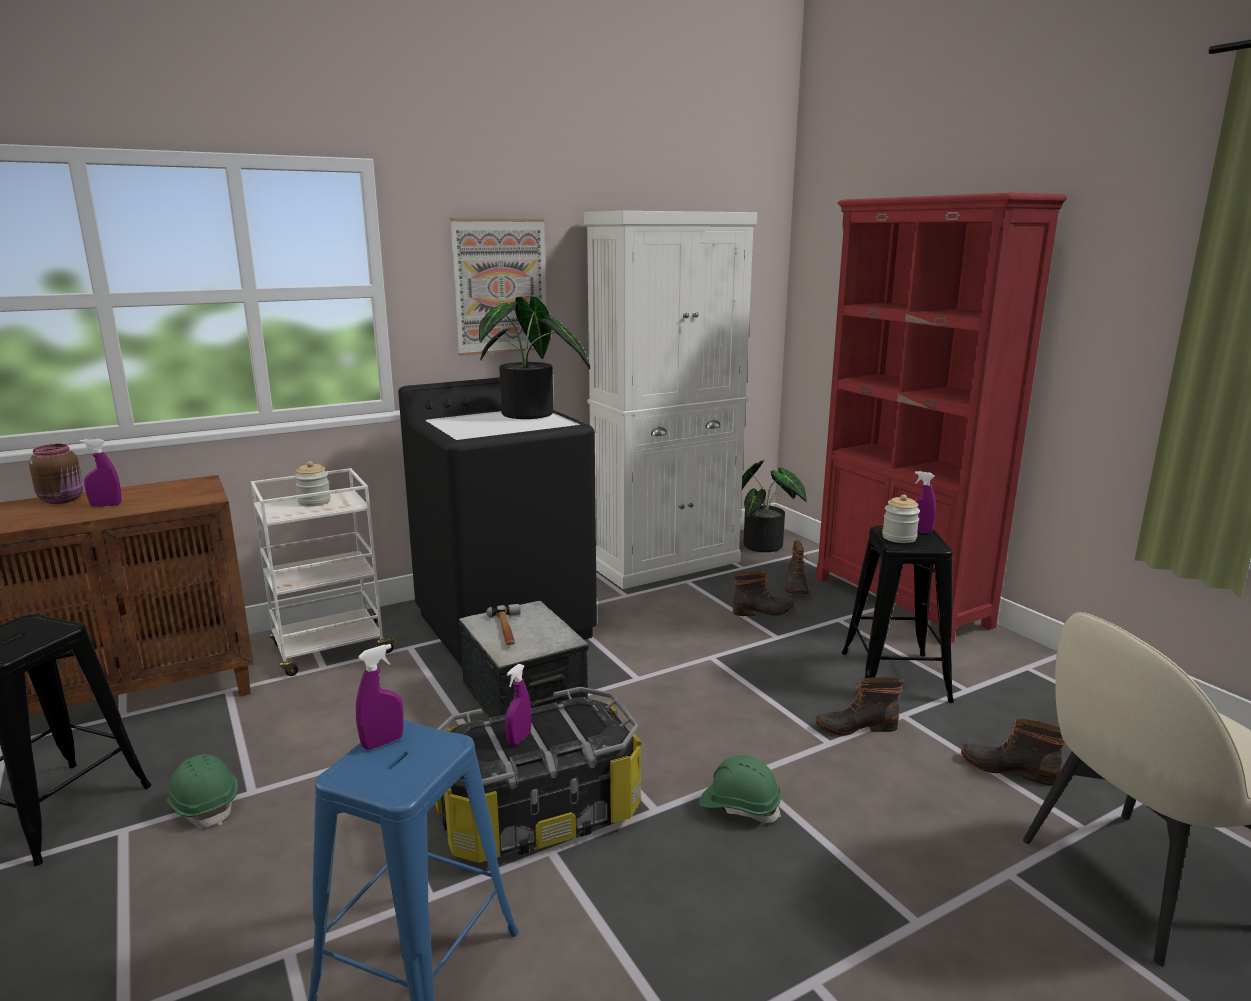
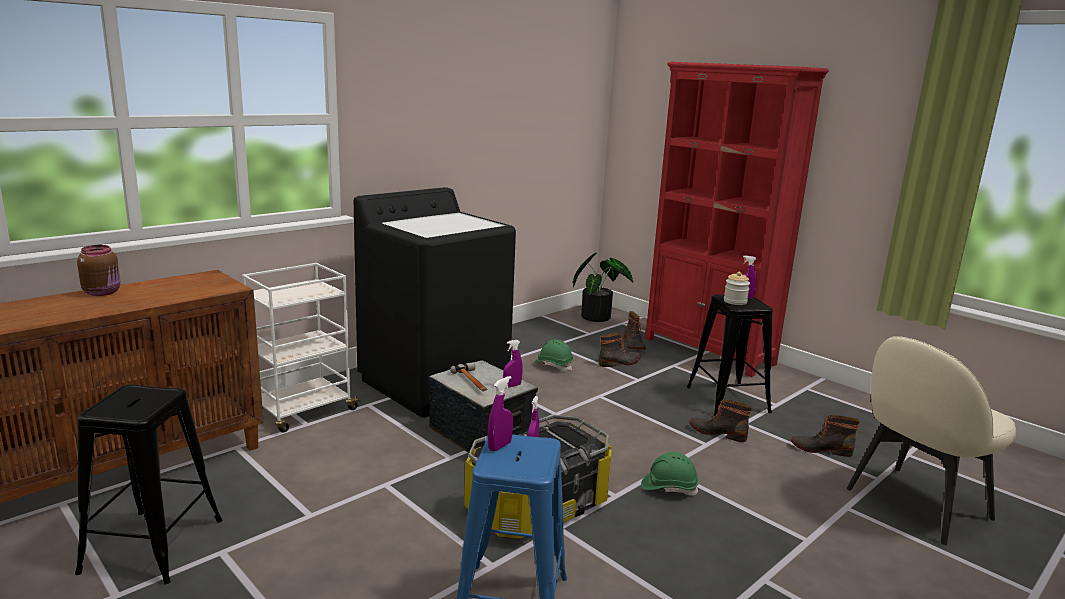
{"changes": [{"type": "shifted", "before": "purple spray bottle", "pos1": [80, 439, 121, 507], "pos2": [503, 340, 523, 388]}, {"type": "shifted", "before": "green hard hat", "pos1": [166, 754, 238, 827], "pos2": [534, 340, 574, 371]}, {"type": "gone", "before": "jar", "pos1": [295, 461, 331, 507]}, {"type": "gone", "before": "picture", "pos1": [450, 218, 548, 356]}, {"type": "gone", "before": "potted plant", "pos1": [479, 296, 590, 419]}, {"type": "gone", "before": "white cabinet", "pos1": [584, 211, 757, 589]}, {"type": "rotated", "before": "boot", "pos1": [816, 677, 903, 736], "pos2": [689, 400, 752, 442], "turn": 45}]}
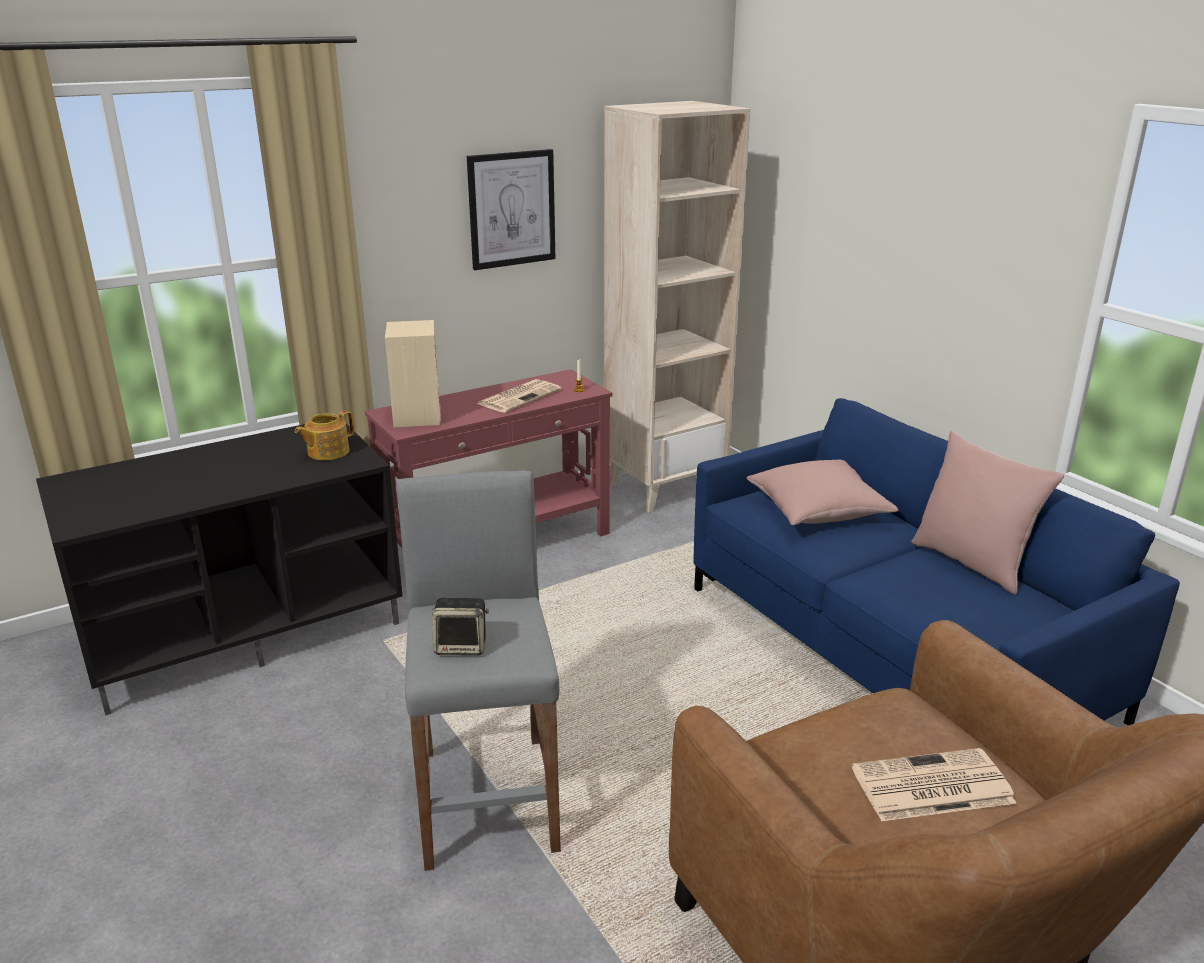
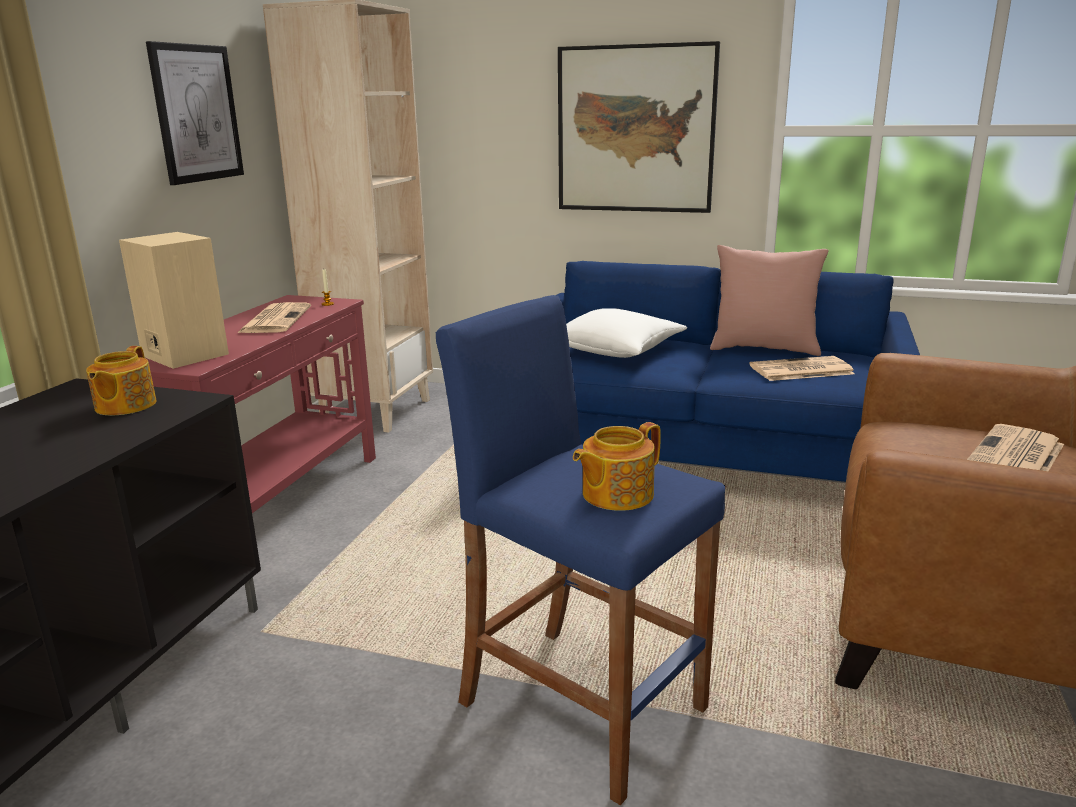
{"changes": [{"type": "repainted", "before": "grey stool", "after": "blue stool", "pos1": [396, 470, 561, 871], "pos2": [436, 295, 725, 805]}, {"type": "swapped", "before": "speaker", "after": "teapot", "pos1": [432, 598, 489, 655], "pos2": [573, 422, 661, 511]}, {"type": "repainted", "before": "pink pillow", "after": "white pillow", "pos1": [747, 460, 898, 525], "pos2": [566, 308, 687, 358]}, {"type": "new", "after": "picture", "pos2": [558, 41, 720, 213]}, {"type": "new", "after": "newspaper", "pos2": [750, 356, 855, 381]}]}
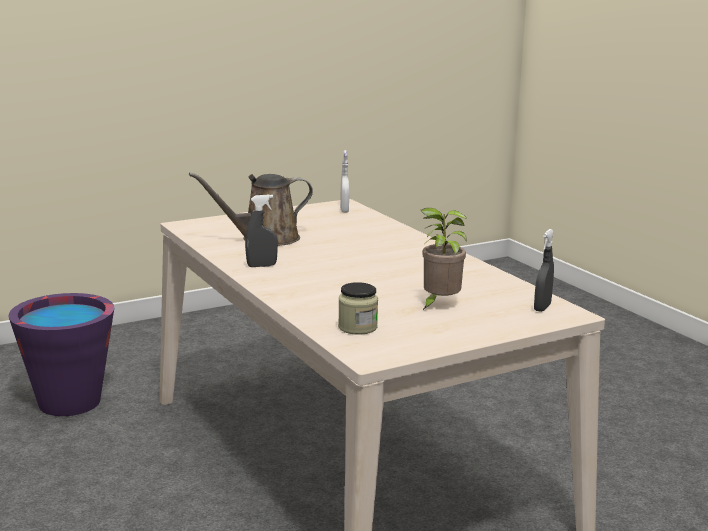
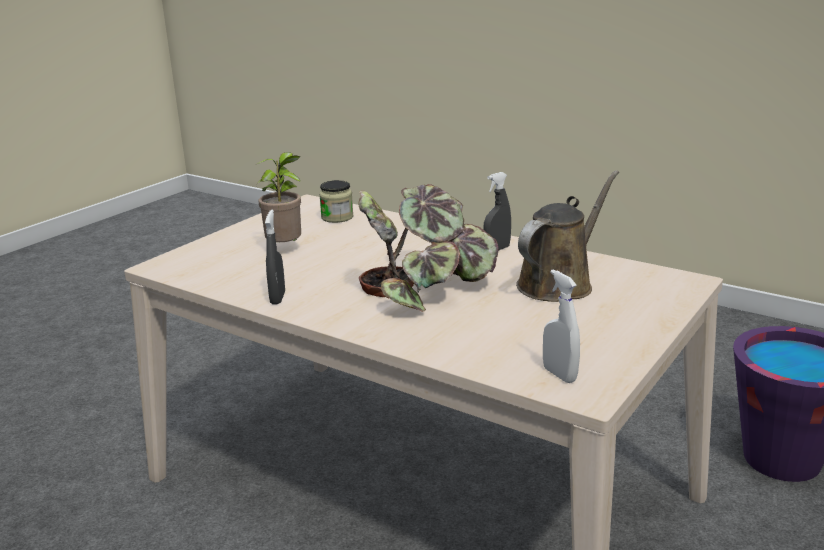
{"changes": [{"type": "shifted", "before": "grey spray bottle", "pos1": [534, 229, 554, 312], "pos2": [265, 210, 285, 305]}, {"type": "new", "after": "potted plant", "pos2": [358, 184, 499, 312]}]}
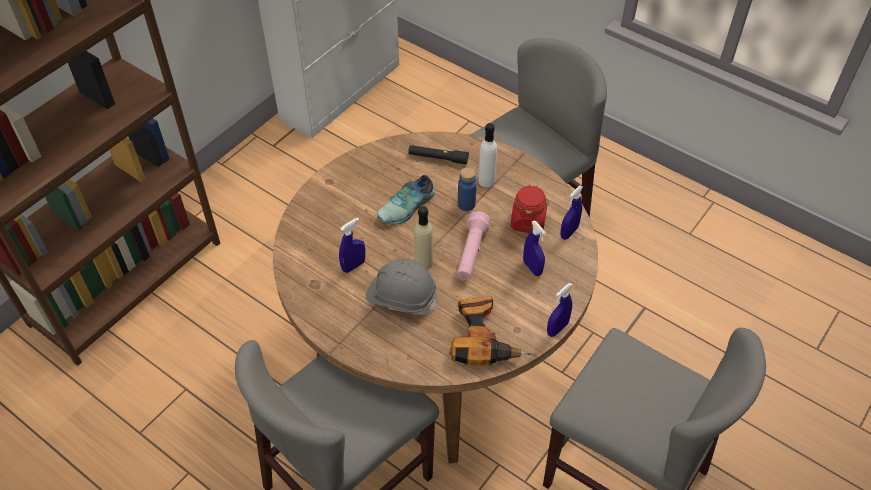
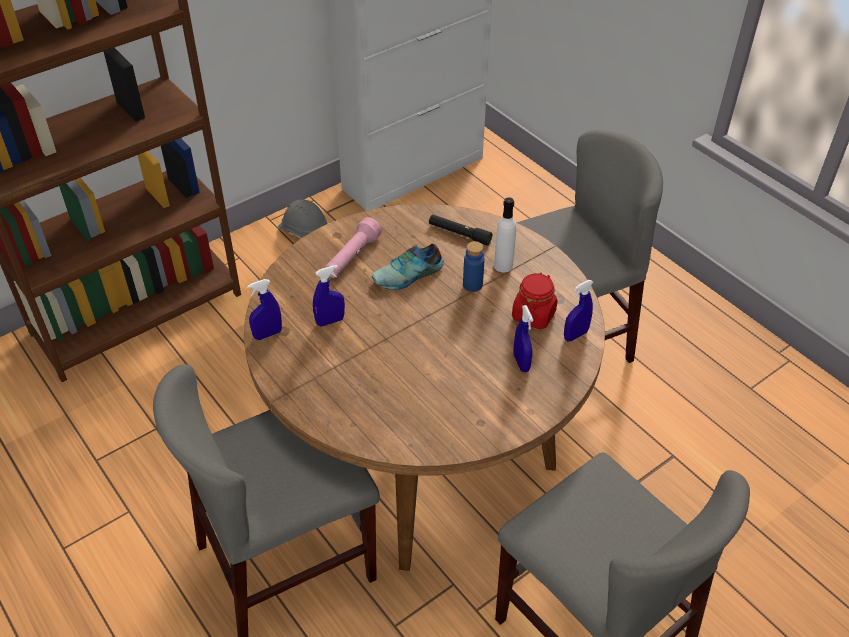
{"changes": [{"type": "shifted", "before": "grey hard hat", "pos1": [366, 259, 437, 315], "pos2": [278, 199, 327, 238]}, {"type": "gone", "before": "beige bottle", "pos1": [414, 206, 433, 270]}, {"type": "gone", "before": "power drill", "pos1": [450, 296, 537, 366]}, {"type": "shifted", "before": "pink flashlight", "pos1": [456, 211, 491, 280], "pos2": [324, 217, 382, 278]}, {"type": "shifted", "before": "blue spray bottle", "pos1": [547, 283, 572, 337], "pos2": [247, 279, 282, 340]}]}
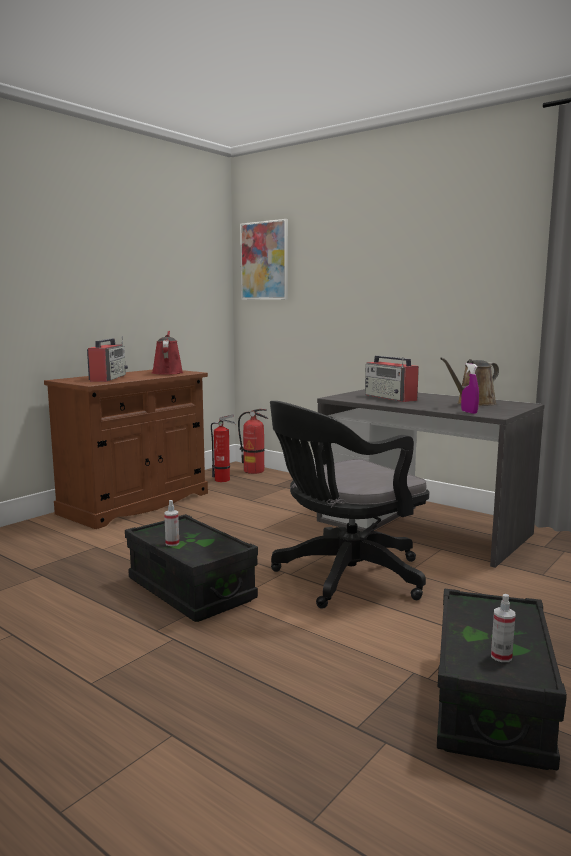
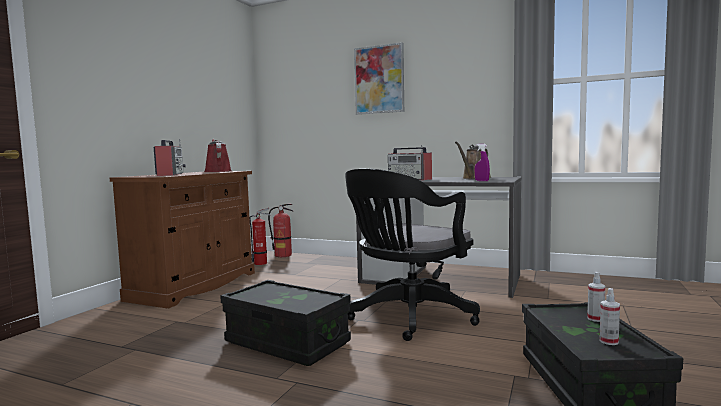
{"changes": [{"type": "shifted", "before": "spray bottle", "pos1": [164, 500, 179, 546], "pos2": [587, 272, 605, 322]}, {"type": "shifted", "before": "picture", "pos1": [240, 219, 288, 300], "pos2": [354, 42, 404, 115]}]}
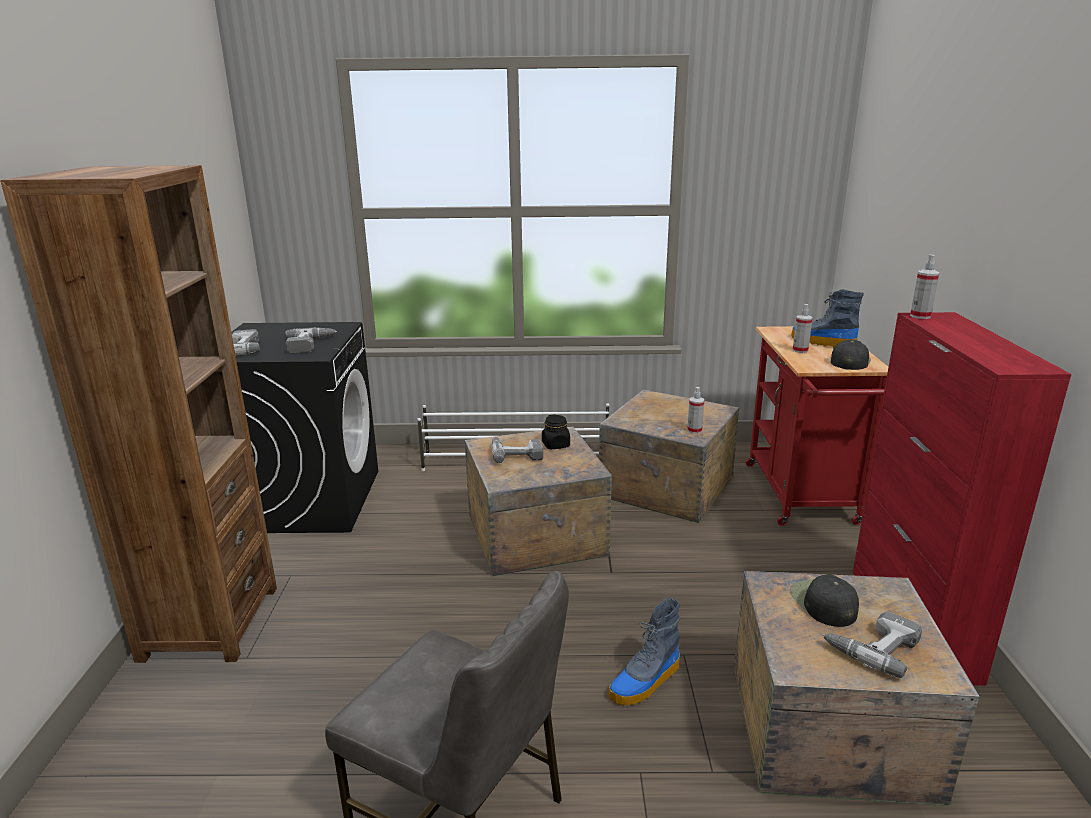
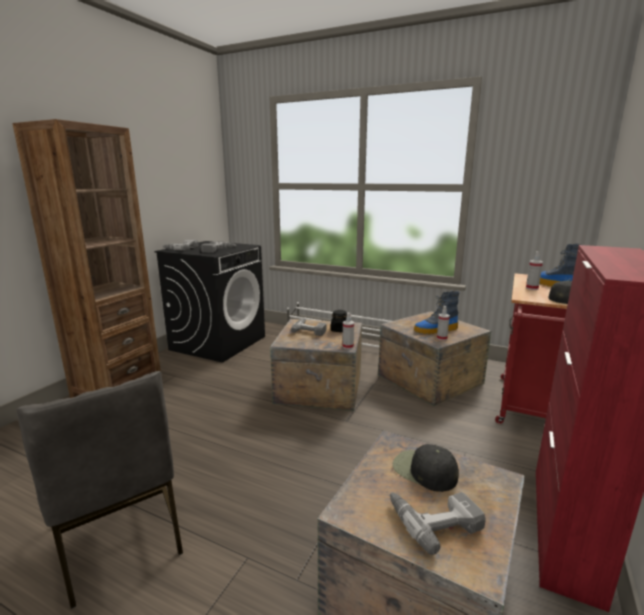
{"changes": [{"type": "shifted", "before": "boot", "pos1": [608, 598, 680, 706], "pos2": [414, 291, 460, 334]}, {"type": "rotated", "before": "black cap", "pos1": [790, 574, 859, 627], "pos2": [393, 444, 459, 492], "turn": -60}, {"type": "shifted", "before": "spray bottle", "pos1": [910, 255, 940, 319], "pos2": [342, 313, 354, 349]}]}
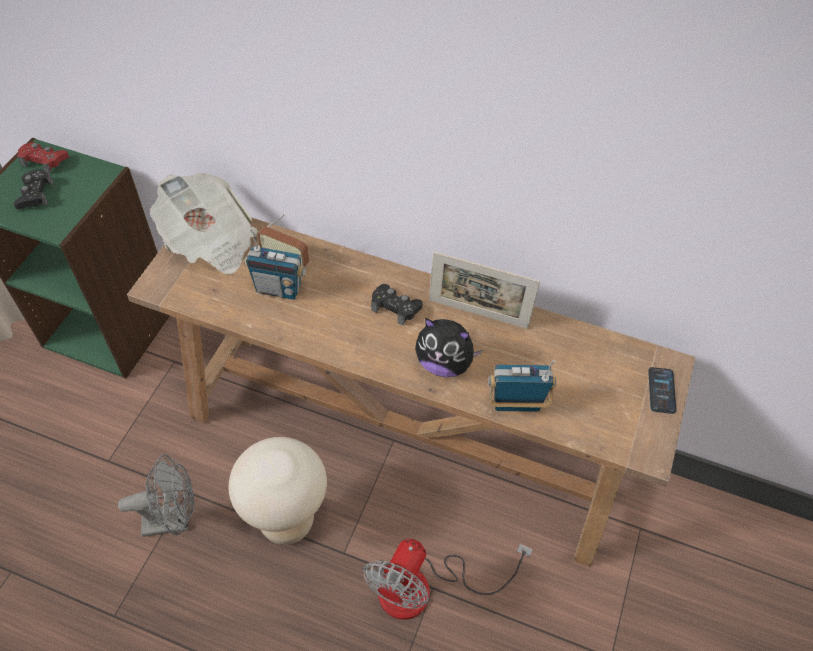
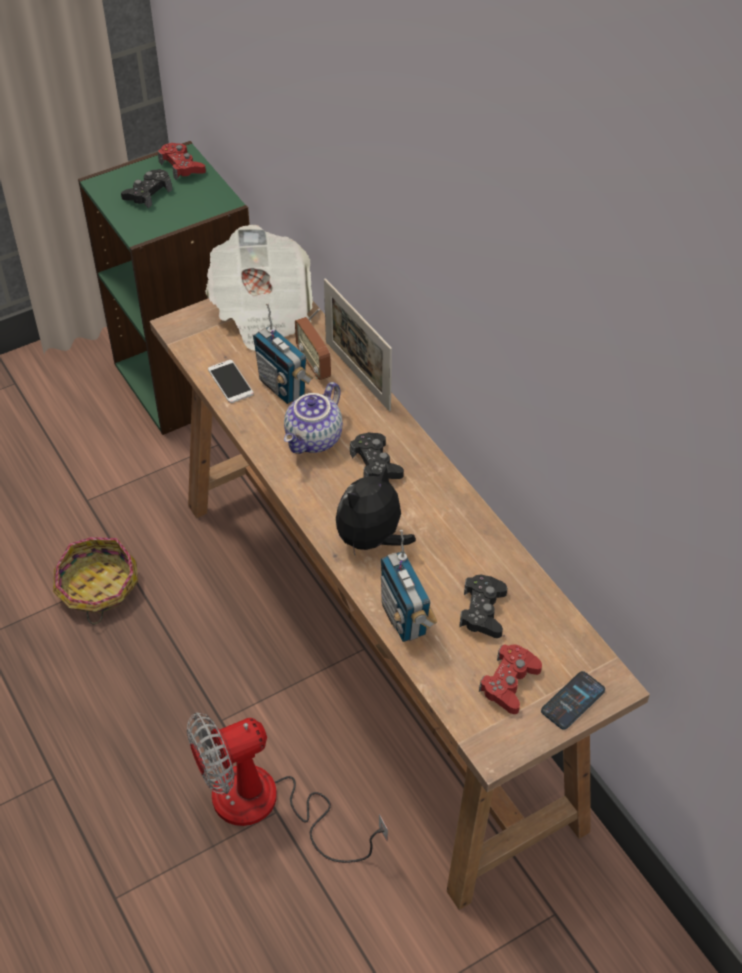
{"changes": [{"type": "swapped", "before": "grey fan", "after": "basket", "pos1": [118, 454, 194, 537], "pos2": [53, 537, 138, 625]}, {"type": "gone", "before": "beige stool", "pos1": [229, 437, 327, 545]}, {"type": "rotated", "before": "plush toy", "pos1": [415, 318, 483, 377], "pos2": [336, 464, 416, 558], "turn": 75}, {"type": "shifted", "before": "picture frame", "pos1": [429, 251, 540, 329], "pos2": [324, 278, 392, 411]}, {"type": "rotated", "before": "radio", "pos1": [488, 360, 556, 412], "pos2": [381, 530, 437, 642], "turn": -150}, {"type": "new", "after": "phone", "pos2": [208, 360, 254, 403]}, {"type": "new", "after": "teapot", "pos2": [284, 382, 343, 454]}, {"type": "new", "after": "black game controller", "pos2": [459, 575, 507, 638]}, {"type": "new", "after": "red game controller", "pos2": [479, 644, 542, 714]}]}
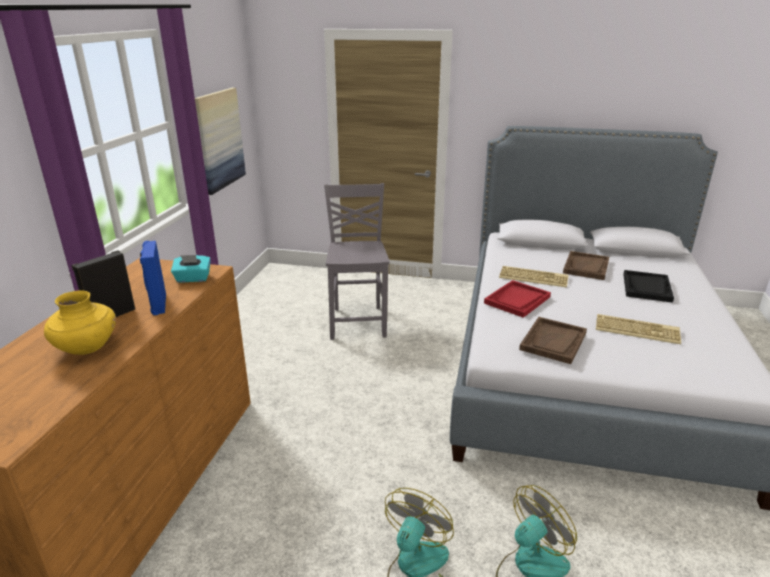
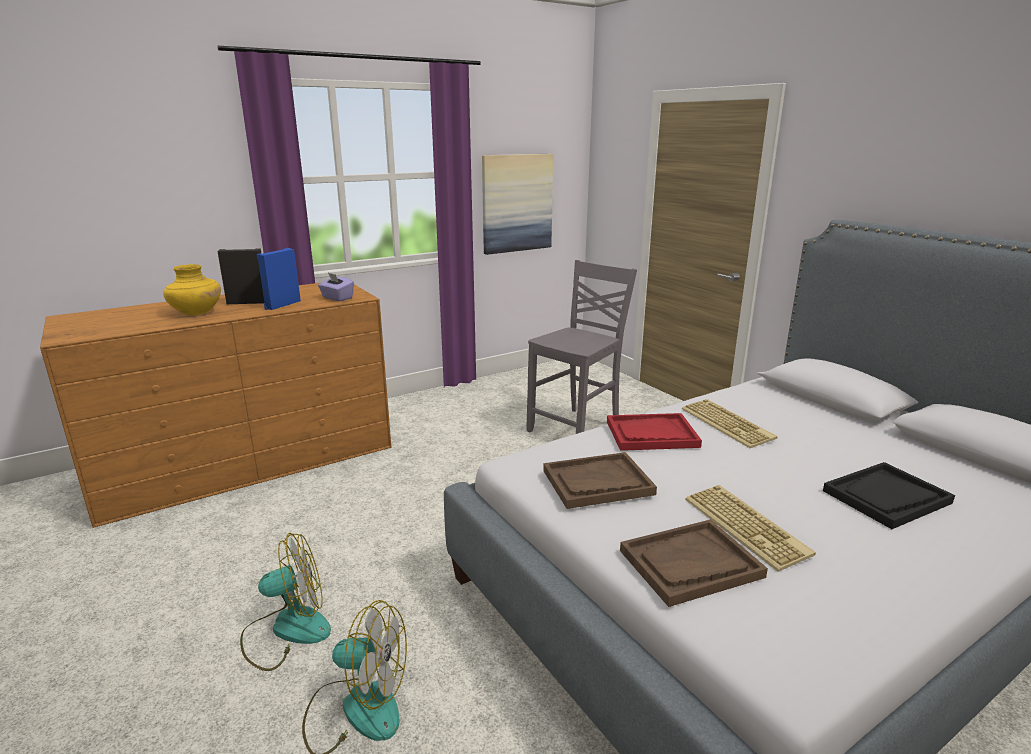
{"changes": [{"type": "repainted", "before": "turquoise tissue box", "after": "purple tissue box", "pos1": [171, 255, 211, 283], "pos2": [318, 273, 354, 301]}, {"type": "shifted", "before": "brown tray", "pos1": [563, 251, 609, 280], "pos2": [620, 519, 768, 607]}]}
